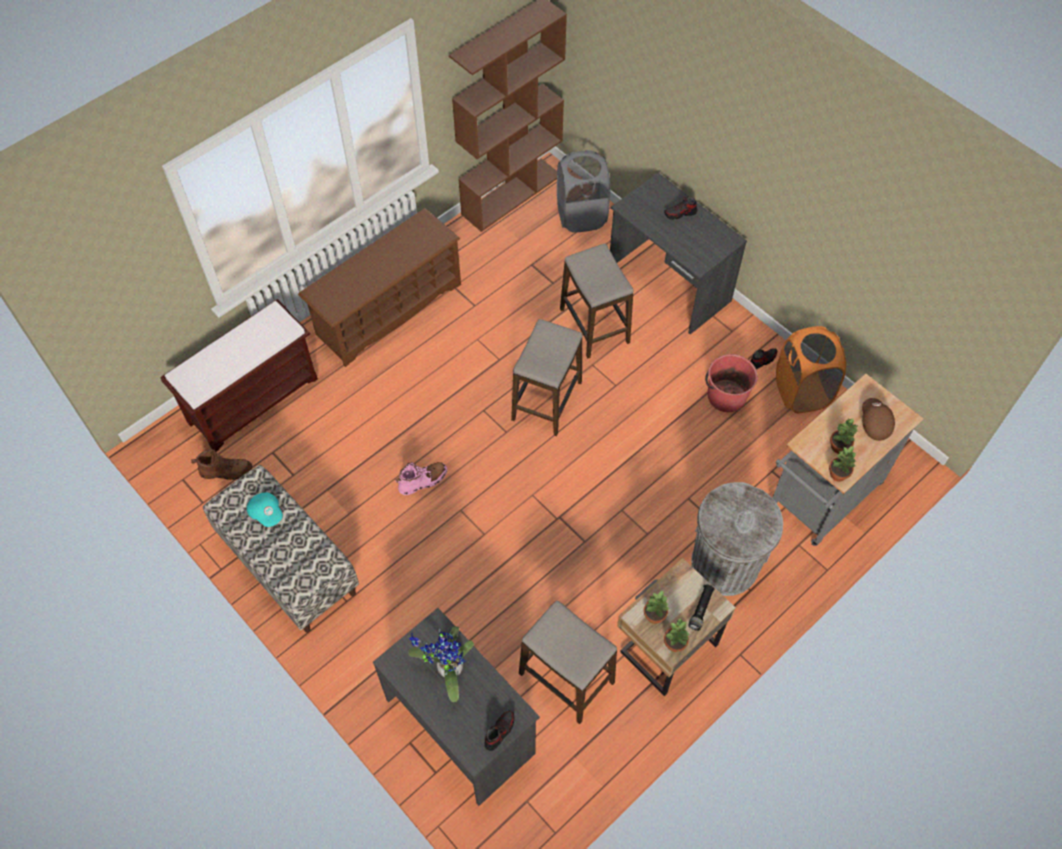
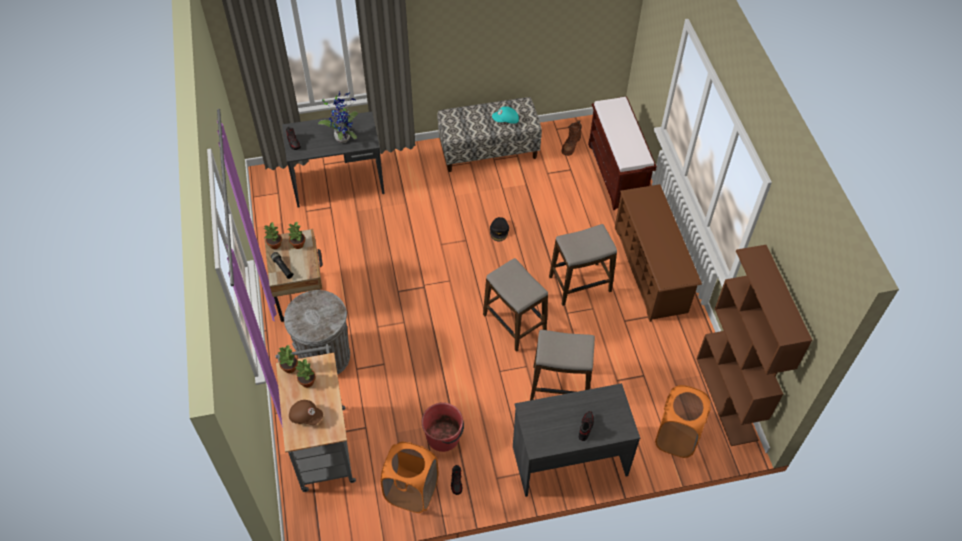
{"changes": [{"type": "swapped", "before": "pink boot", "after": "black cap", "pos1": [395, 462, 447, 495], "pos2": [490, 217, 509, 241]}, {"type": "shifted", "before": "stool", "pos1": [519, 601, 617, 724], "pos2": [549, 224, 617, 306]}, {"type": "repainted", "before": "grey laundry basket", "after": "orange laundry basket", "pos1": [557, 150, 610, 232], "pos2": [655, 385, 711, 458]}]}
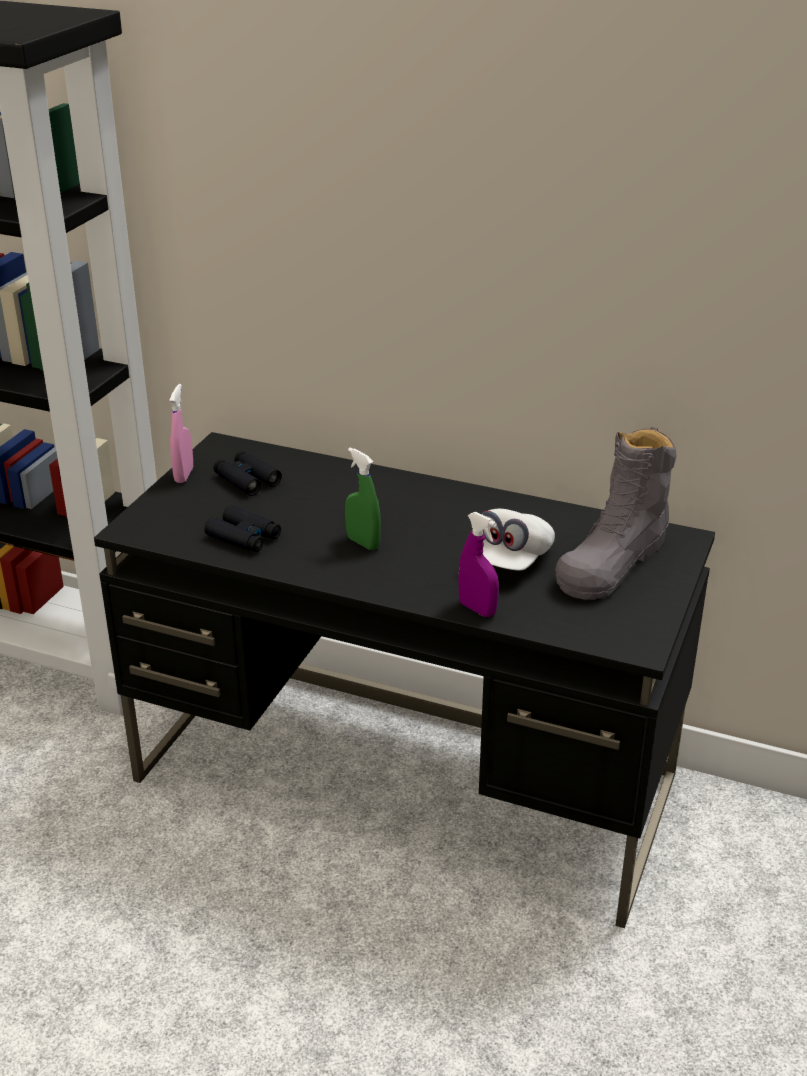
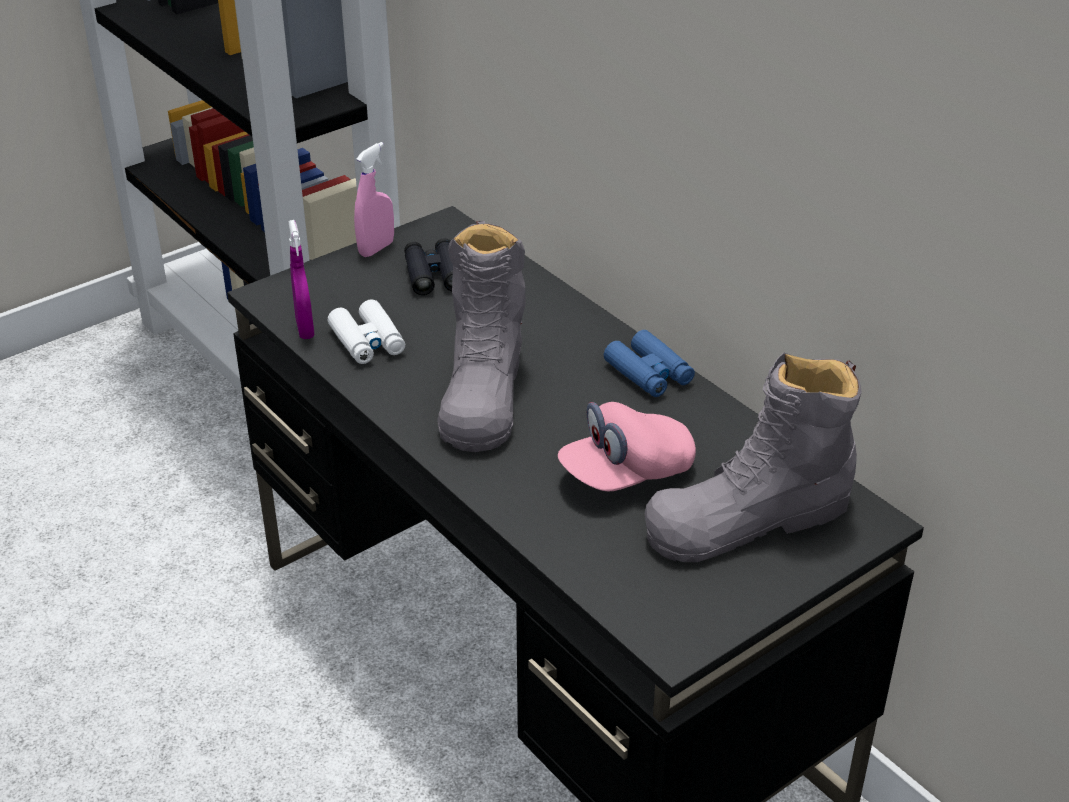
{"changes": [{"type": "repainted", "before": "black binoculars", "after": "white binoculars", "pos1": [204, 505, 281, 552], "pos2": [328, 299, 405, 364]}, {"type": "swapped", "before": "green spray bottle", "after": "grey boot", "pos1": [345, 448, 381, 550], "pos2": [437, 221, 525, 452]}, {"type": "shifted", "before": "purple spray bottle", "pos1": [458, 512, 499, 617], "pos2": [289, 220, 314, 339]}, {"type": "repainted", "before": "white cap", "after": "pink cap", "pos1": [482, 509, 555, 571], "pos2": [558, 402, 696, 491]}, {"type": "new", "after": "blue binoculars", "pos2": [604, 330, 695, 397]}]}
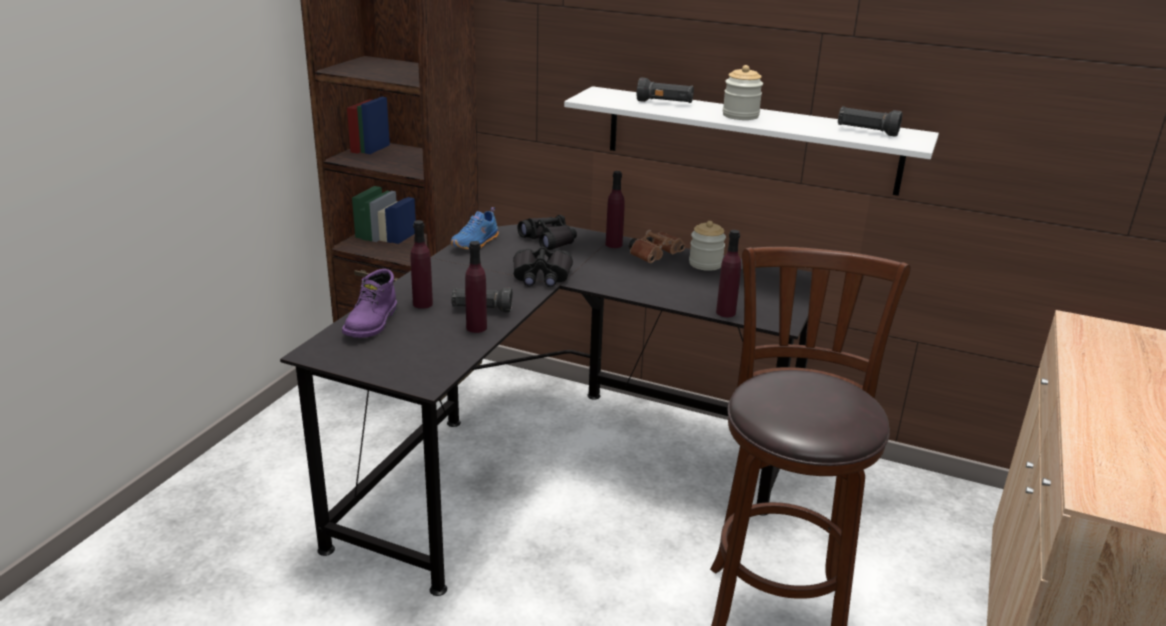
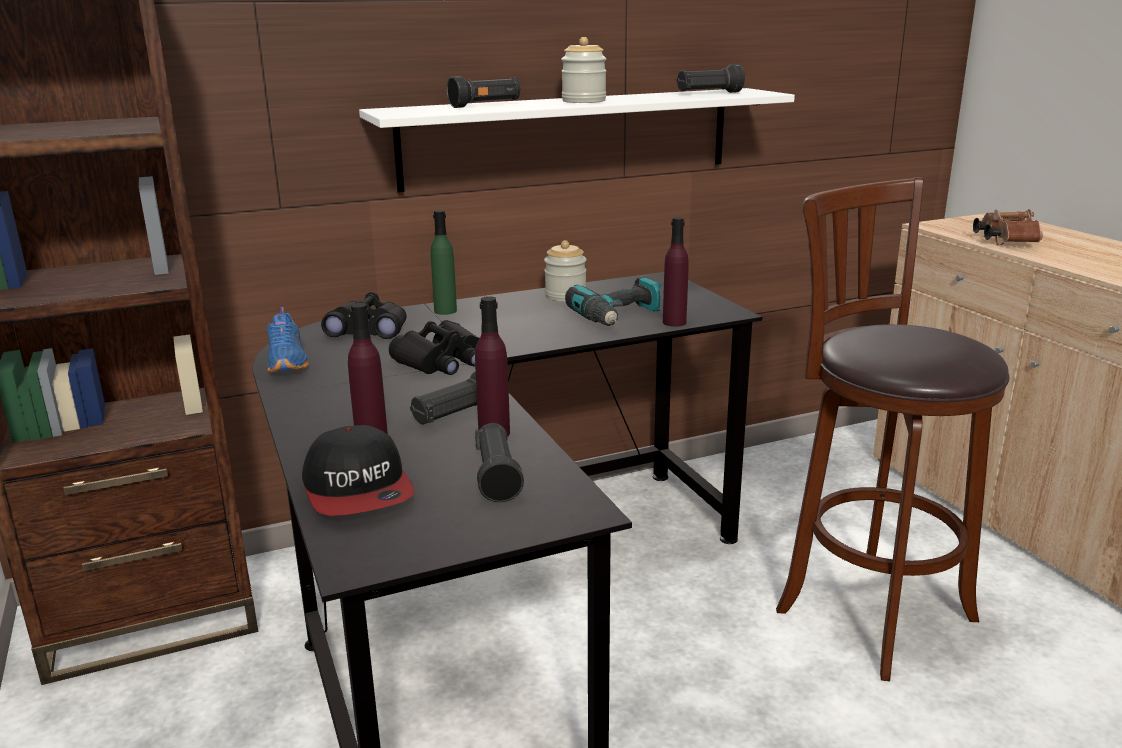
{"changes": [{"type": "swapped", "before": "purple boot", "after": "cap", "pos1": [342, 269, 397, 338], "pos2": [302, 425, 414, 516]}, {"type": "repainted", "before": "purple bottle", "after": "green bottle", "pos1": [606, 171, 625, 248], "pos2": [431, 210, 457, 315]}, {"type": "shifted", "before": "brown binoculars", "pos1": [629, 230, 685, 263], "pos2": [973, 209, 1043, 245]}, {"type": "new", "after": "black flashlight", "pos2": [475, 423, 524, 502]}, {"type": "new", "after": "power drill", "pos2": [565, 276, 661, 326]}]}
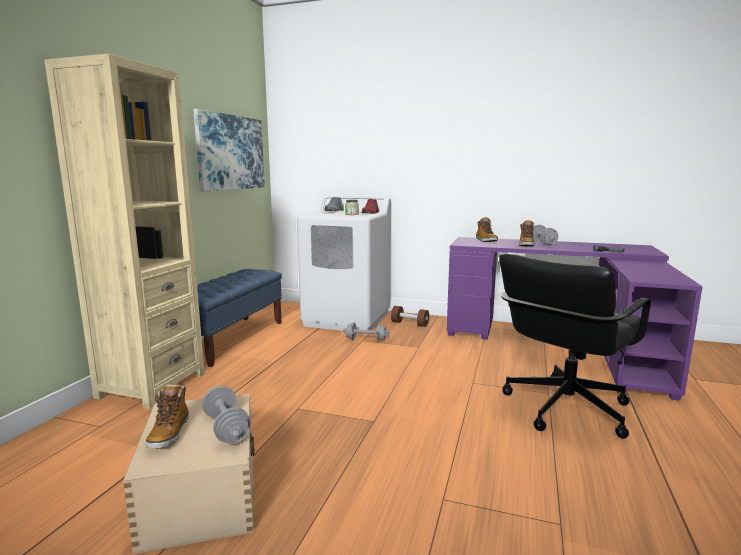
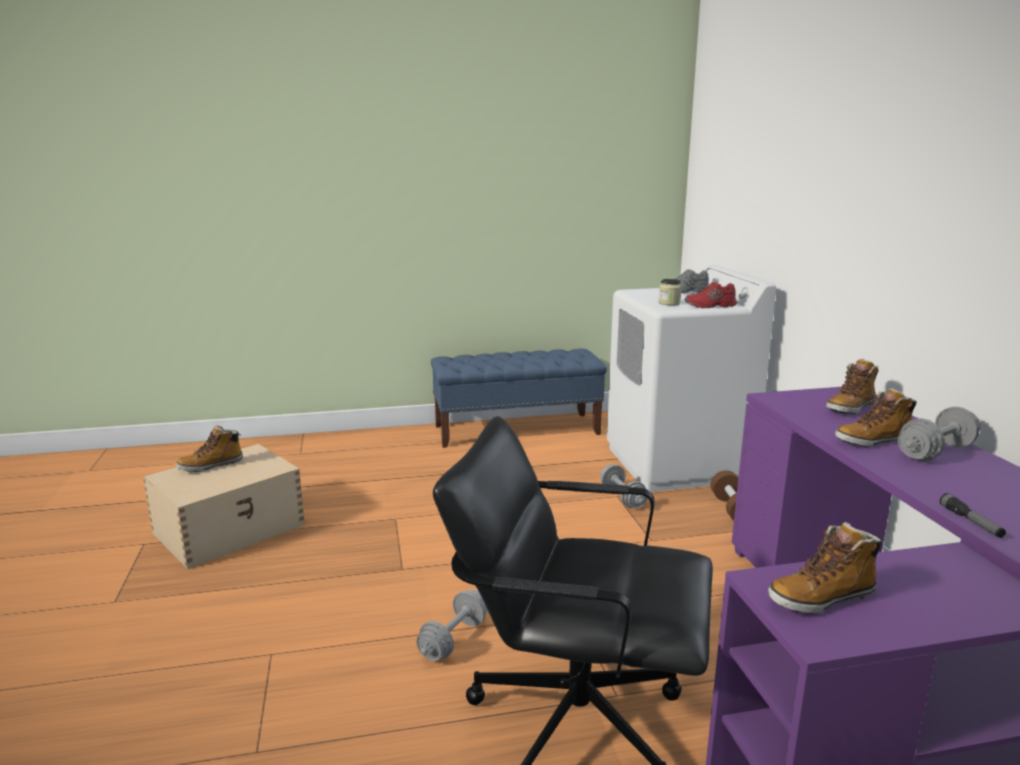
{"changes": [{"type": "gone", "before": "beige bookcase", "pos1": [45, 54, 205, 409]}, {"type": "gone", "before": "picture", "pos1": [193, 109, 265, 192]}, {"type": "shifted", "before": "grey dumbbell", "pos1": [202, 386, 250, 444], "pos2": [416, 590, 487, 661]}, {"type": "new", "after": "boot", "pos2": [768, 522, 882, 614]}]}
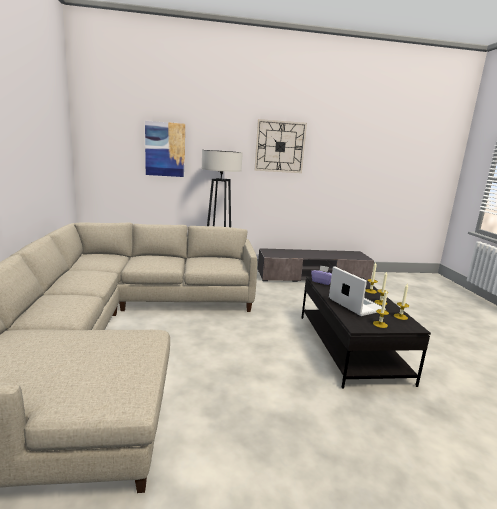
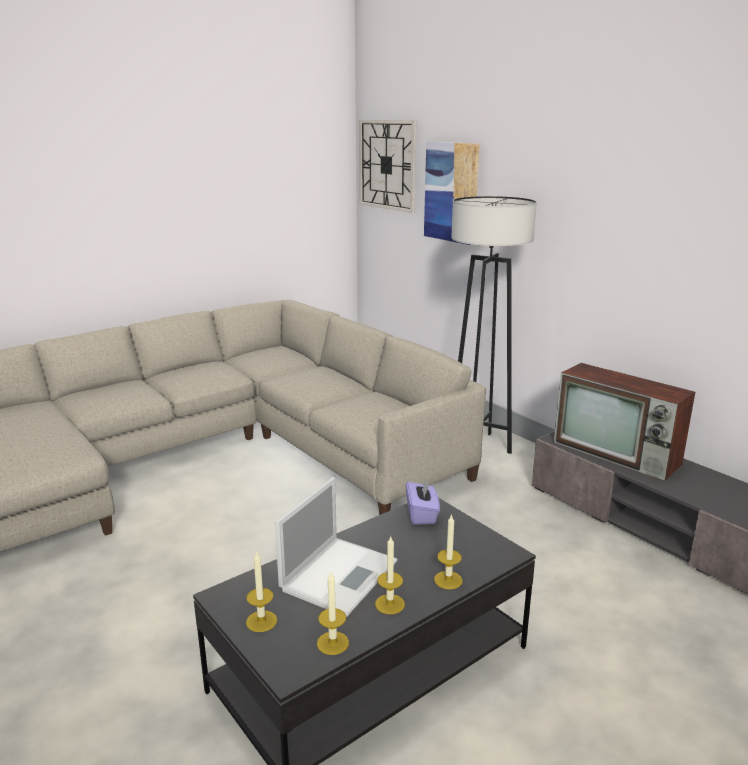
{"changes": [{"type": "shifted", "before": "wall clock", "pos1": [255, 119, 307, 173], "pos2": [359, 120, 417, 213]}, {"type": "new", "after": "television", "pos2": [554, 363, 695, 481]}]}
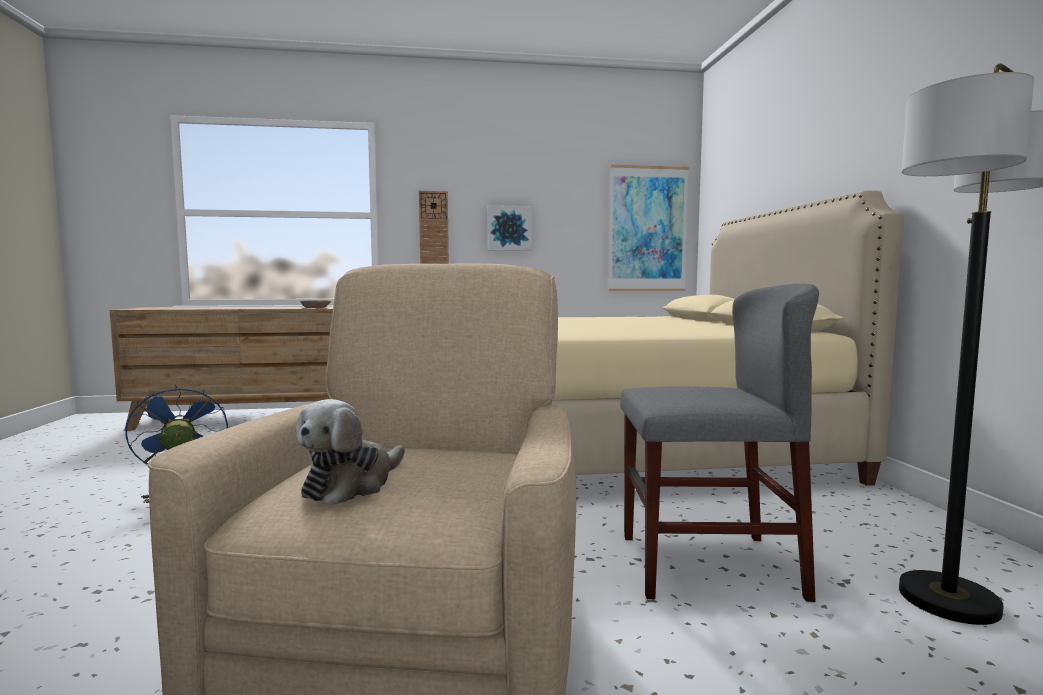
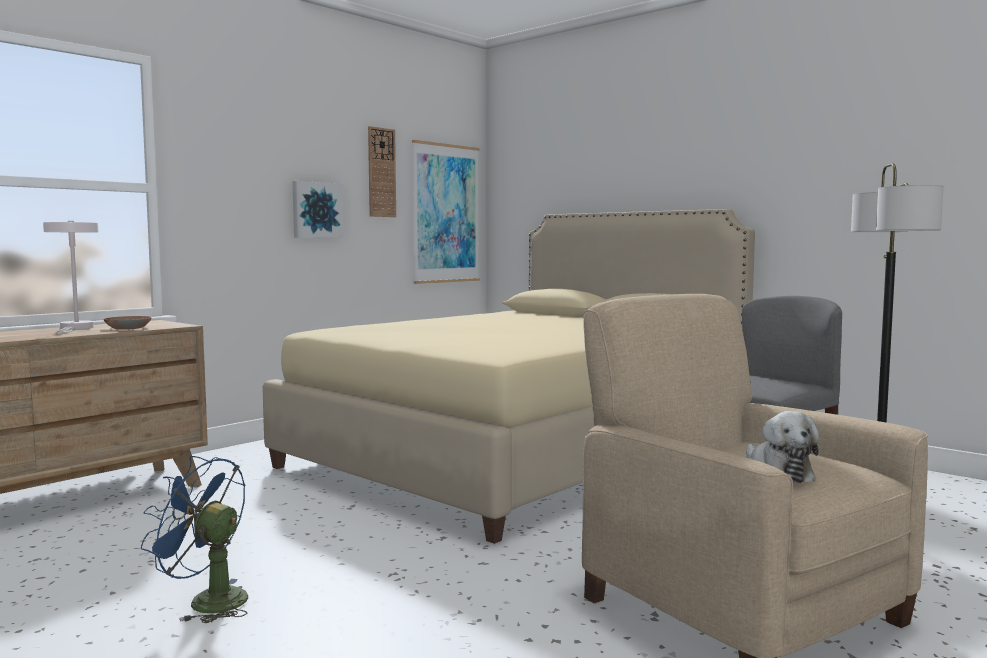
{"changes": [{"type": "shifted", "before": "wall clock", "pos1": [419, 191, 449, 264], "pos2": [368, 126, 396, 217]}, {"type": "new", "after": "white table lamp", "pos2": [43, 221, 99, 333]}]}
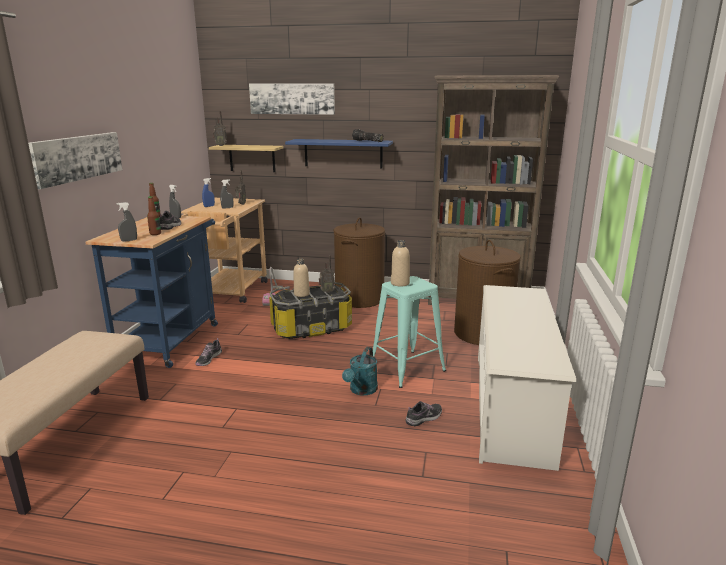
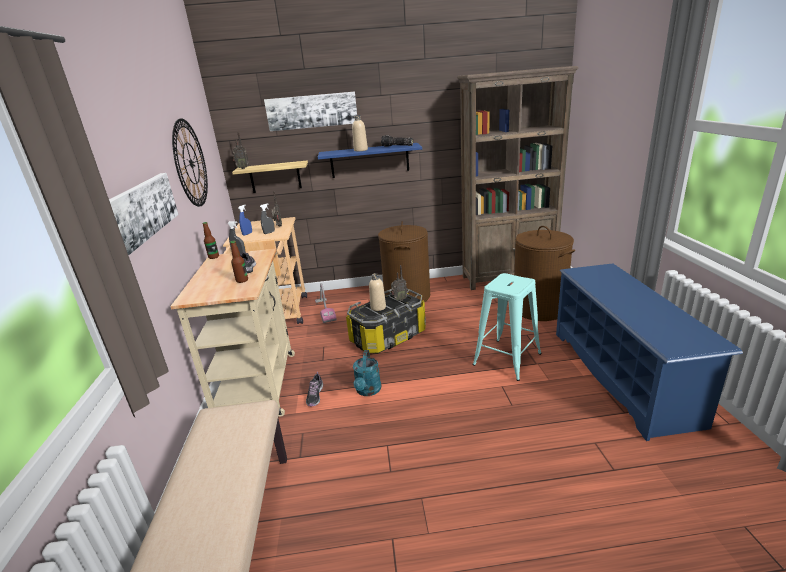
{"changes": [{"type": "repainted", "before": "blue cart", "after": "beige cart", "pos1": [85, 216, 218, 368], "pos2": [170, 248, 295, 417]}, {"type": "gone", "before": "grey spray bottle", "pos1": [116, 202, 137, 242]}, {"type": "shifted", "before": "turquoise watering can", "pos1": [342, 347, 378, 395], "pos2": [353, 350, 381, 396]}, {"type": "shifted", "before": "beige bottle", "pos1": [391, 240, 410, 286], "pos2": [352, 115, 368, 151]}, {"type": "gone", "before": "shoe", "pos1": [405, 401, 442, 426]}, {"type": "repainted", "before": "white shoe rack", "after": "blue shoe rack", "pos1": [478, 285, 576, 471], "pos2": [556, 263, 743, 441]}, {"type": "new", "after": "wall clock", "pos2": [172, 118, 208, 207]}]}
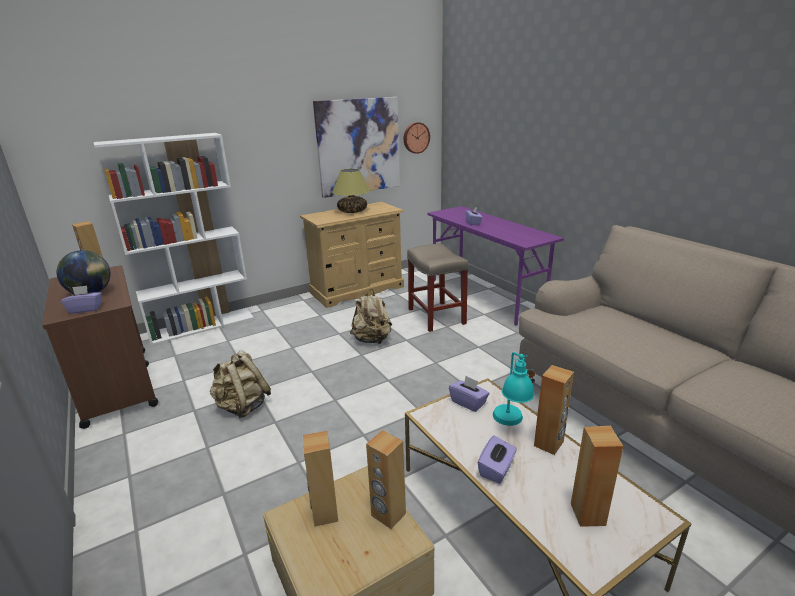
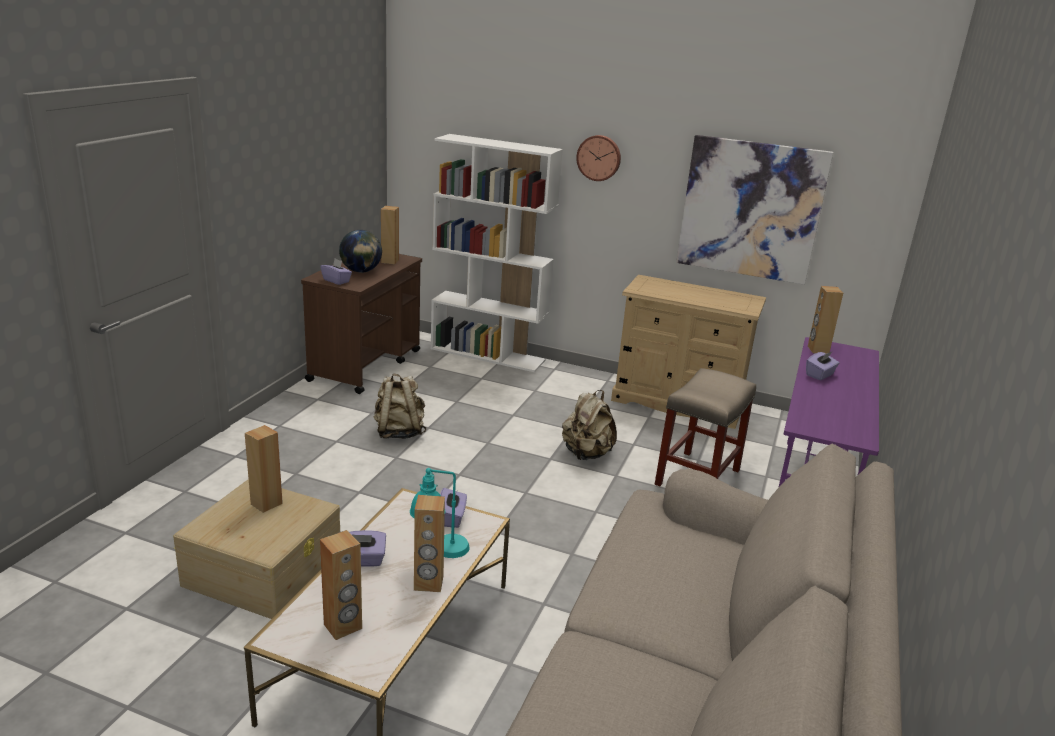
{"changes": [{"type": "gone", "before": "table lamp", "pos1": [332, 169, 370, 213]}, {"type": "shifted", "before": "brown speaker", "pos1": [366, 430, 406, 529], "pos2": [808, 286, 843, 354]}, {"type": "shifted", "before": "wall clock", "pos1": [404, 122, 430, 154], "pos2": [576, 135, 621, 181]}]}
